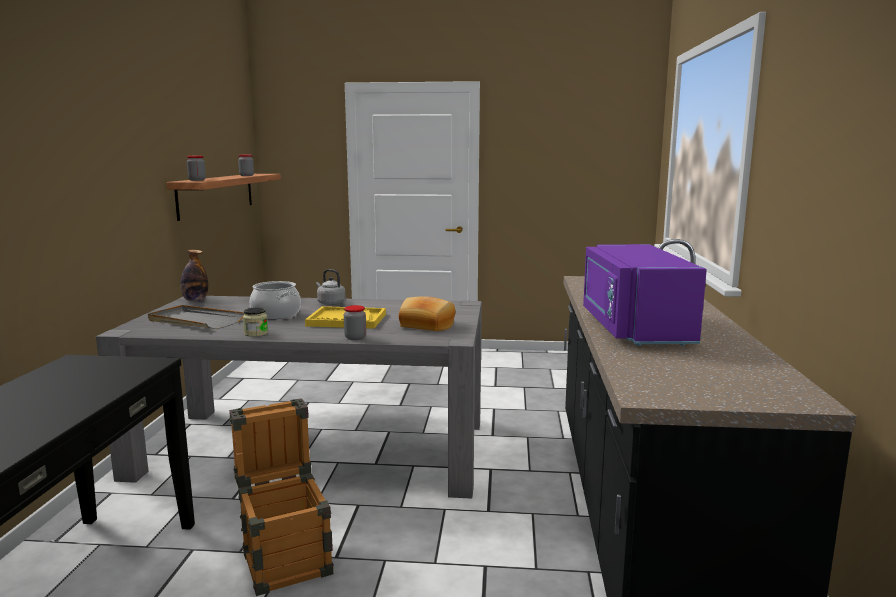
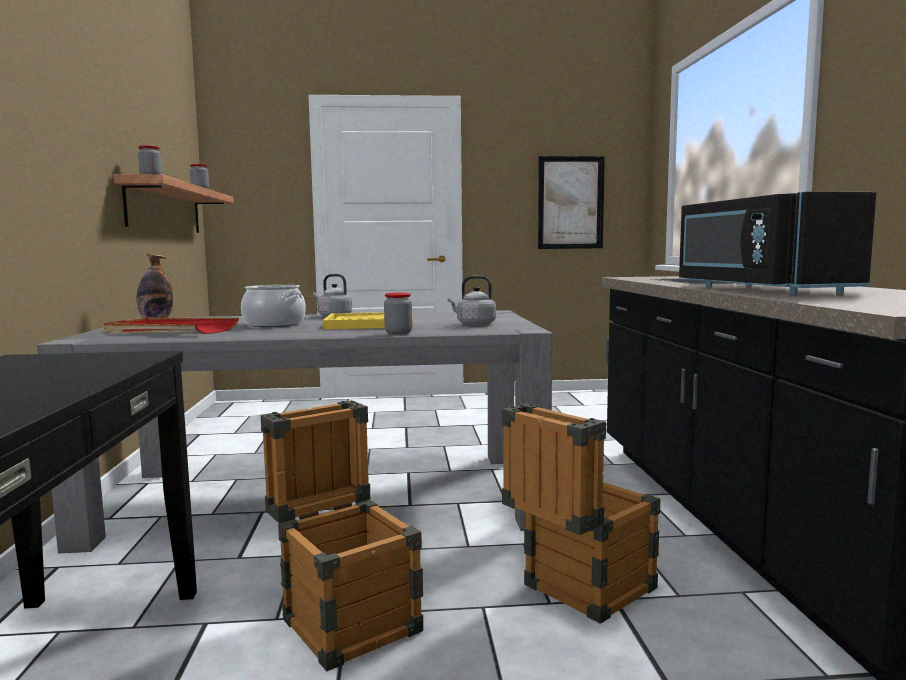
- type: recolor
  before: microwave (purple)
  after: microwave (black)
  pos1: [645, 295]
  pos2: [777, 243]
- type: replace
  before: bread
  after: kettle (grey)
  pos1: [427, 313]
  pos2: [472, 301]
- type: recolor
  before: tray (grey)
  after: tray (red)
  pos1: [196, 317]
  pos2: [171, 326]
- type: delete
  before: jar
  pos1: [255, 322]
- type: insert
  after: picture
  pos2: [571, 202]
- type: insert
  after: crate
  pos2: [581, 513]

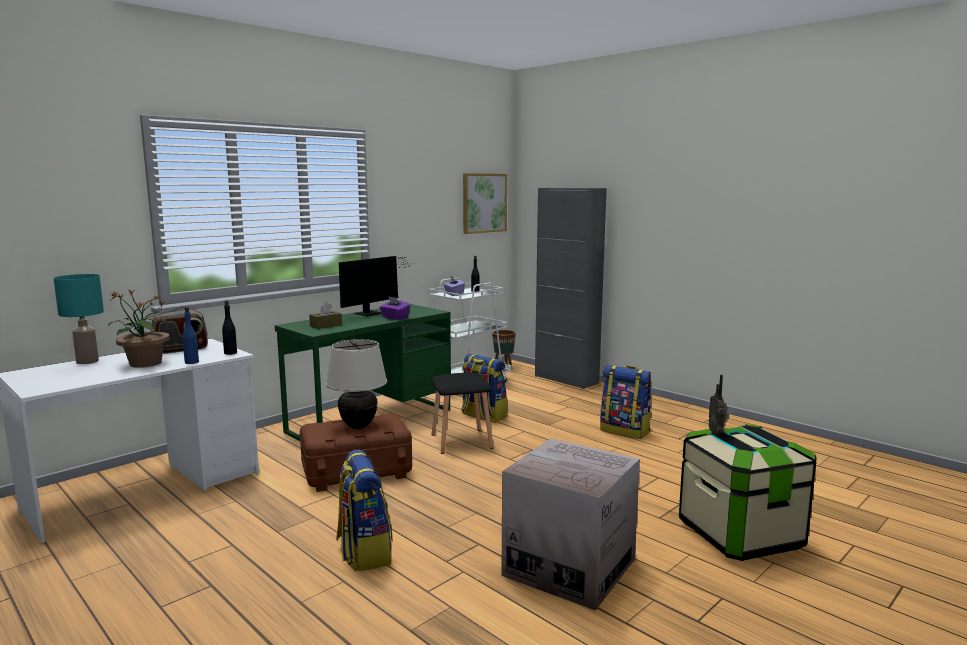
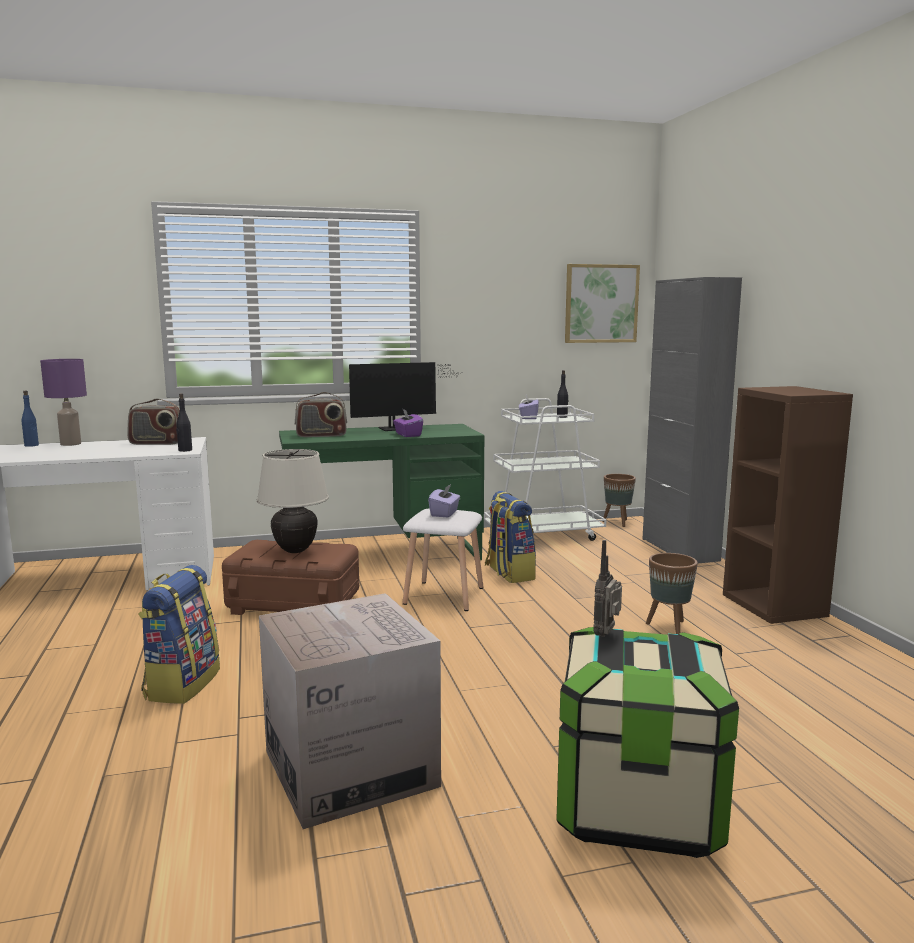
- type: recolor
  before: table lamp (turquoise)
  after: table lamp (purple)
  pos1: [78, 319]
  pos2: [63, 402]
- type: delete
  before: potted plant
  pos1: [139, 328]
- type: replace
  before: tissue box (brown)
  after: radio
  pos1: [325, 315]
  pos2: [321, 414]
- type: move
  before: bottle (blue)
  pos1: [190, 335]
  pos2: [30, 418]
- type: replace
  before: backpack
  after: planter (brown)
  pos1: [626, 402]
  pos2: [672, 593]
- type: recolor
  before: stool (black)
  after: stool (white)
  pos1: [462, 413]
  pos2: [442, 560]
- type: insert
  after: bookcase (brown)
  pos2: [788, 505]
- type: insert
  after: tissue box (purple)
  pos2: [444, 500]

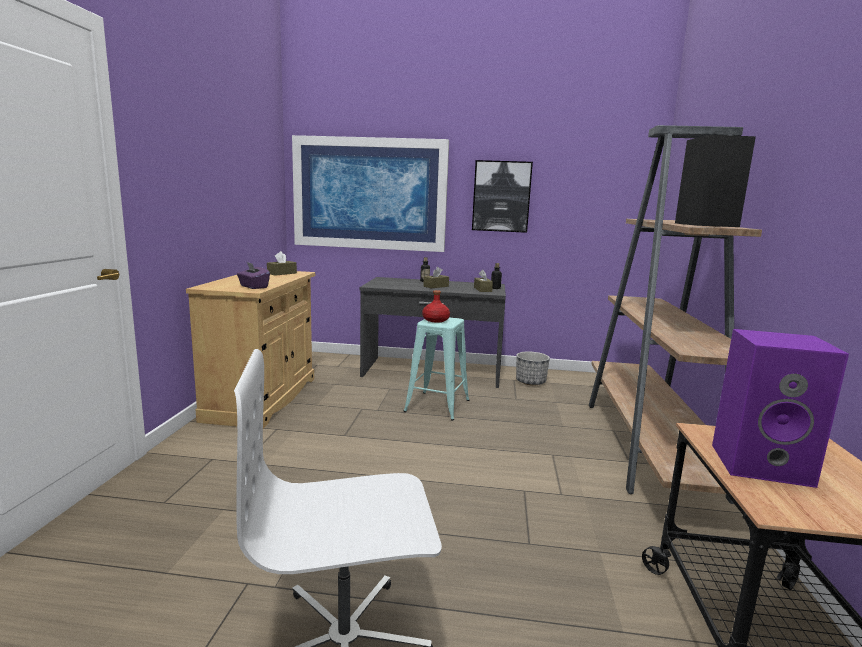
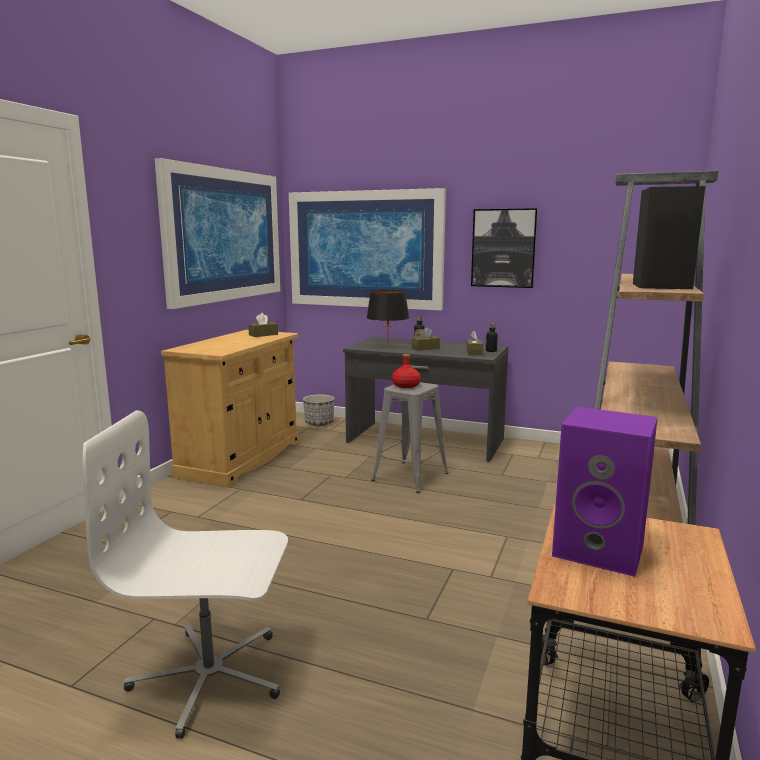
- type: delete
  before: tissue box (purple)
  pos1: [253, 275]
- type: recolor
  before: stool (turquoise)
  after: stool (grey)
  pos1: [436, 369]
  pos2: [409, 437]
- type: move
  before: planter
  pos1: [533, 369]
  pos2: [319, 410]
- type: insert
  after: picture
  pos2: [217, 233]
- type: insert
  after: table lamp (black)
  pos2: [388, 318]

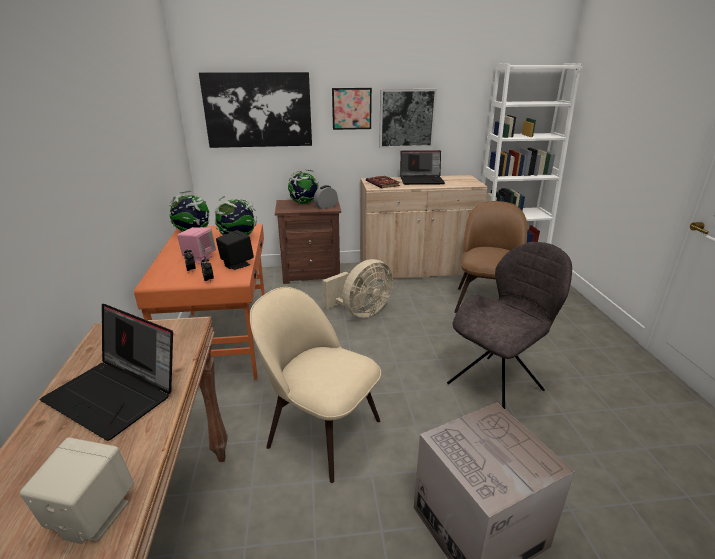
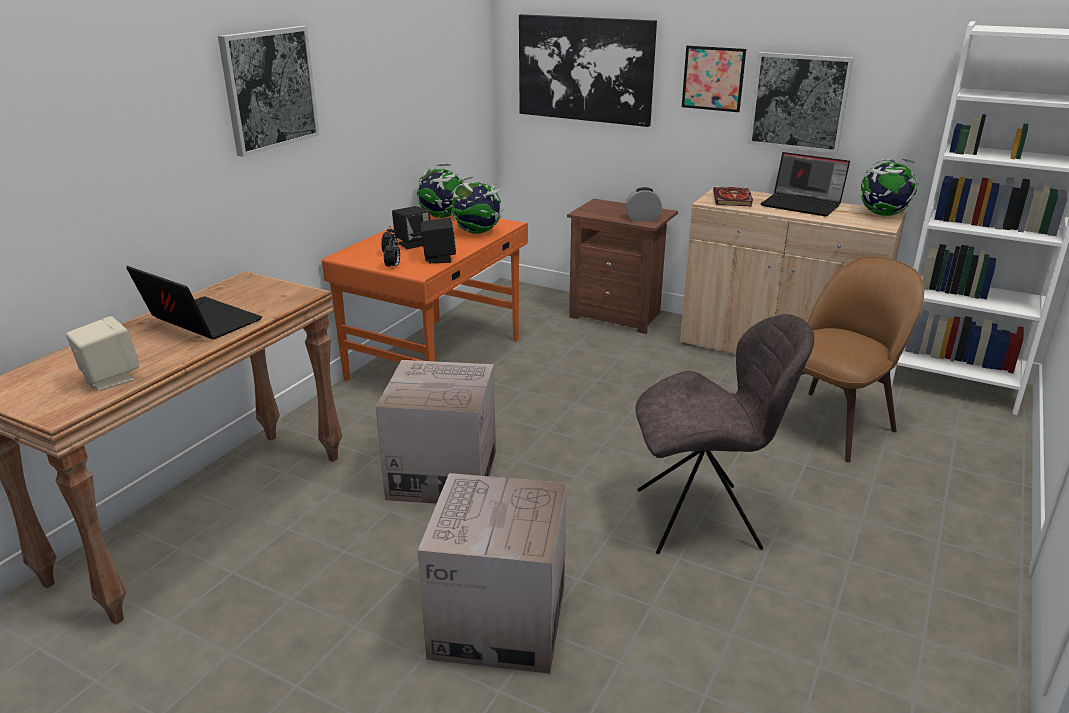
- type: move
  before: globe
  pos1: [303, 186]
  pos2: [889, 187]
- type: recolor
  before: speaker (pink)
  after: speaker (black)
  pos1: [196, 245]
  pos2: [411, 227]
- type: delete
  before: fan (beige)
  pos1: [358, 288]
- type: replace
  before: chair (beige)
  after: cardboard box
  pos1: [315, 385]
  pos2: [436, 432]
- type: rotate
  before: laptop
  pos1: [106, 372]
  pos2: [194, 303]
  turn: 150
- type: insert
  after: picture
  pos2: [269, 91]

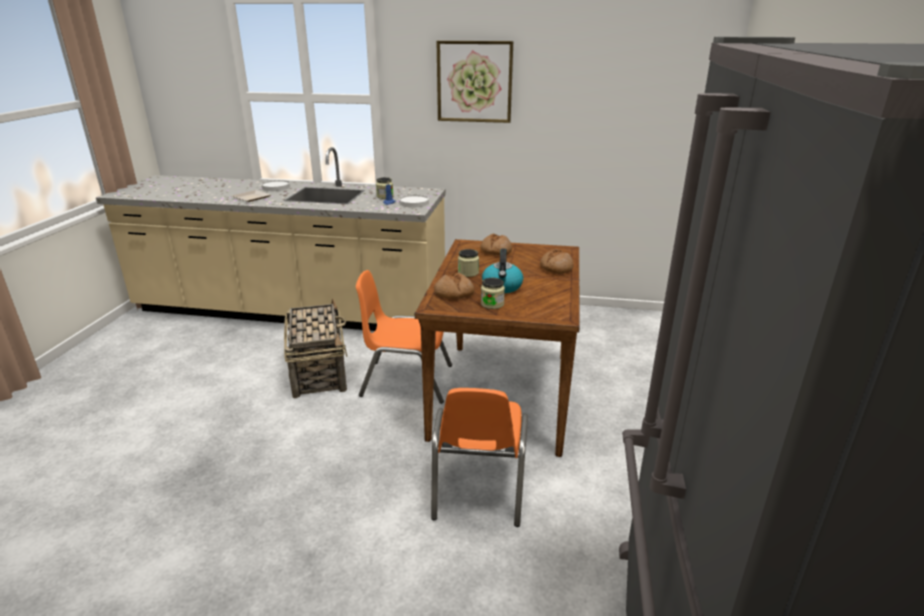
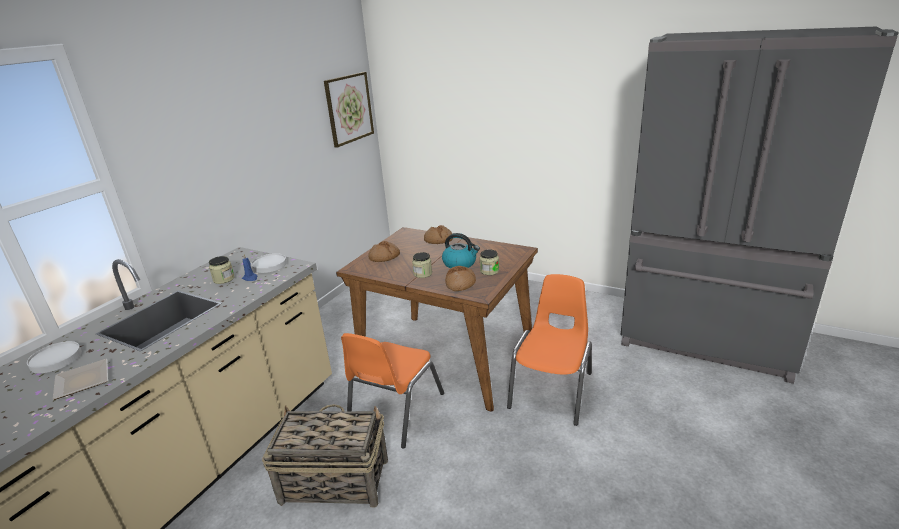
- type: move
  before: picture
  pos1: [474, 82]
  pos2: [349, 110]
- type: rotate
  before: chair (orange)
  pos1: [479, 457]
  pos2: [549, 350]
  turn: -90

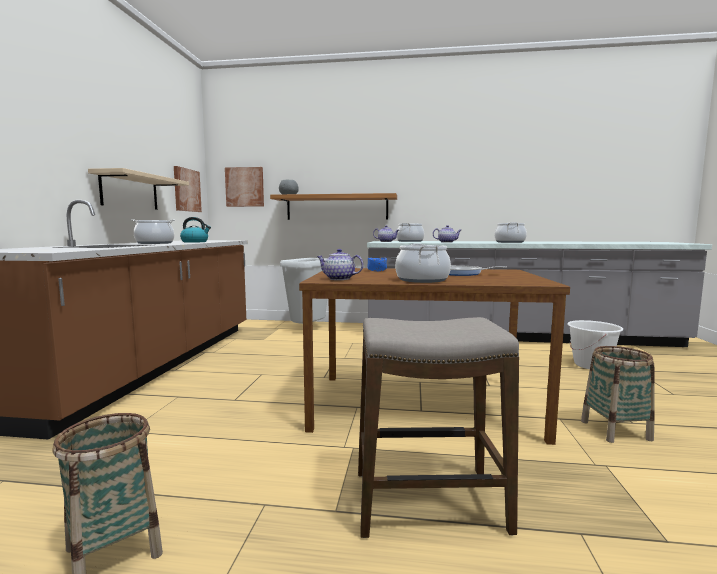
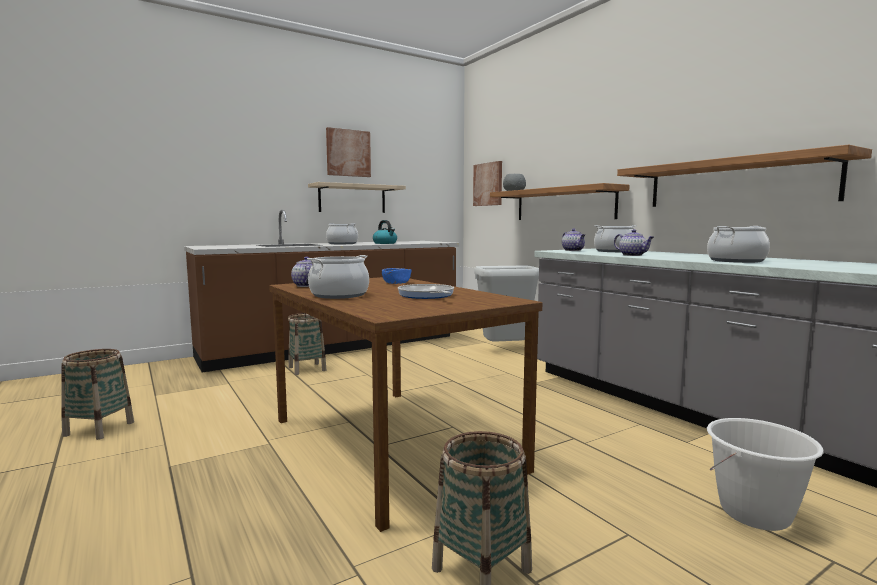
- type: move
  before: picture
  pos1: [188, 189]
  pos2: [348, 152]
- type: delete
  before: stool
  pos1: [438, 427]
- type: insert
  after: shelf
  pos2: [744, 175]
- type: insert
  after: basket
  pos2: [307, 344]

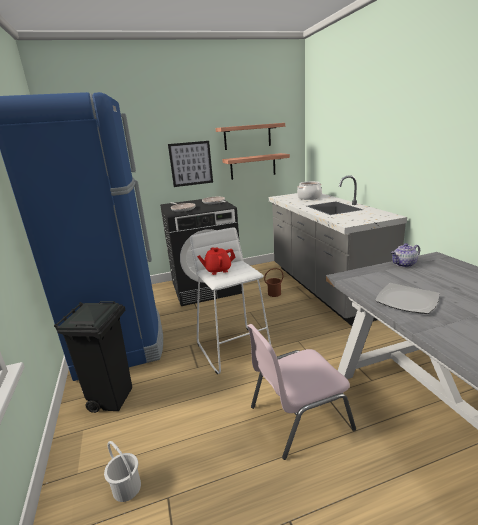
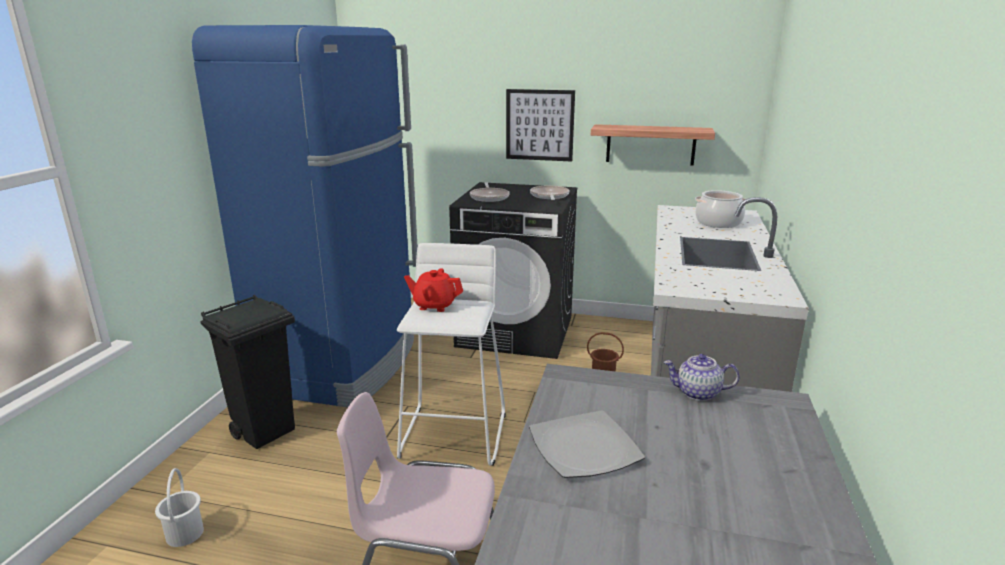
- type: delete
  before: shelf
  pos1: [250, 136]

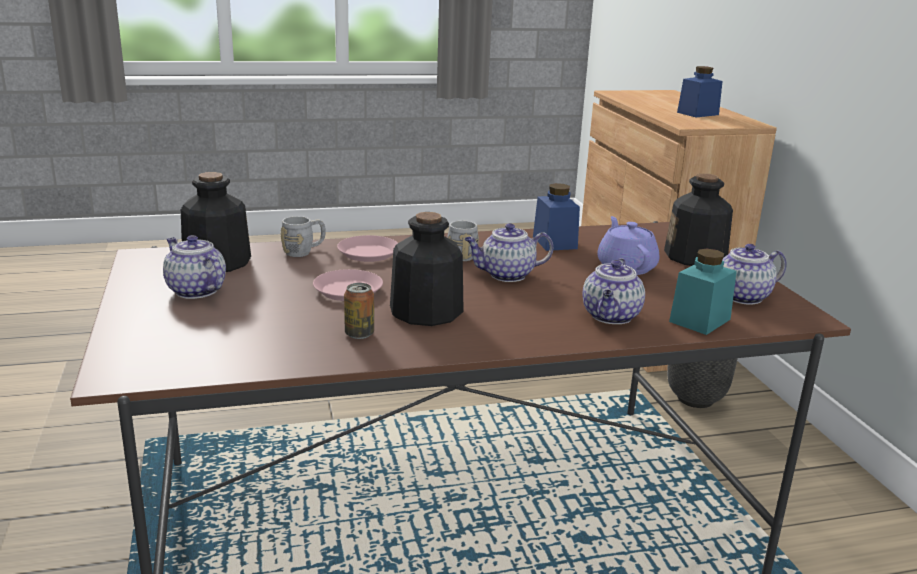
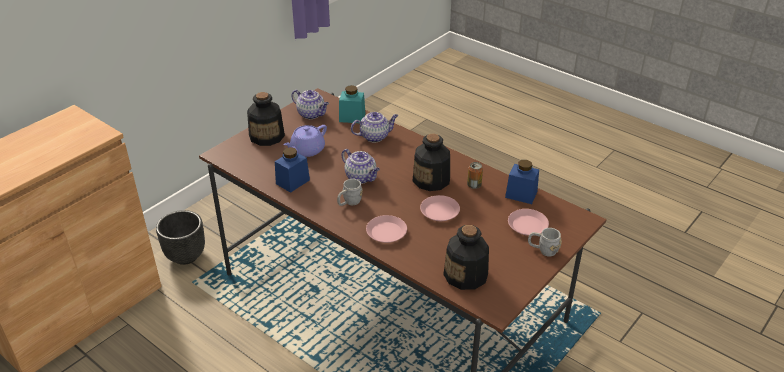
- type: move
  before: jar (blue)
  pos1: [699, 91]
  pos2: [522, 182]
- type: move
  before: mug (grey)
  pos1: [303, 236]
  pos2: [545, 242]
- type: delete
  before: teapot
  pos1: [194, 267]
- type: insert
  after: plate (pink)
  pos2: [528, 222]

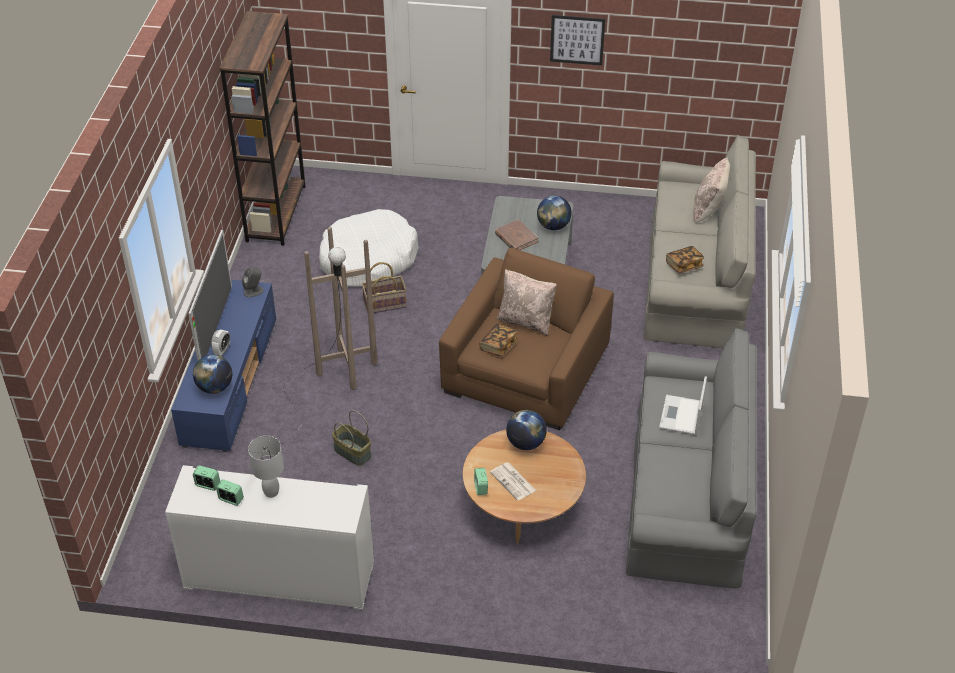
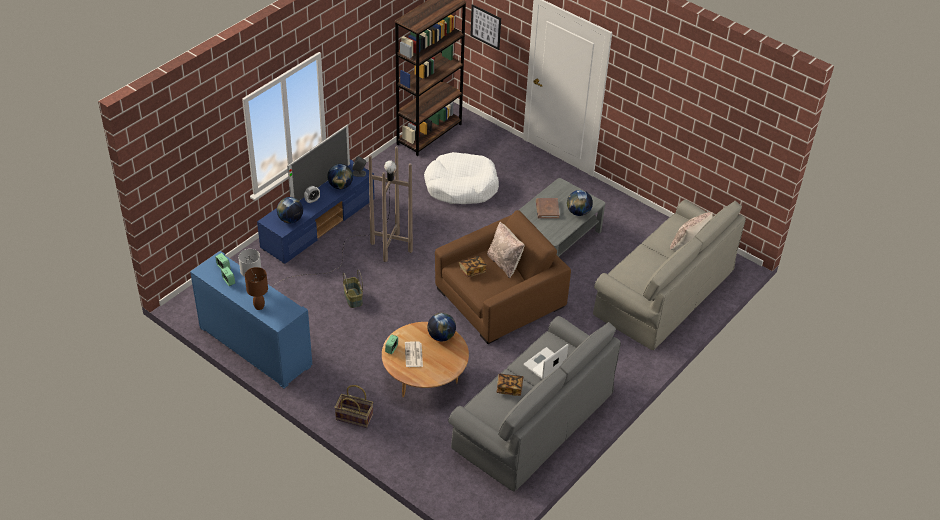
- type: move
  before: picture
  pos1: [577, 40]
  pos2: [485, 27]
- type: move
  before: book
  pos1: [685, 259]
  pos2: [510, 384]
- type: move
  before: basket
  pos1: [384, 287]
  pos2: [353, 406]
- type: recolor
  before: cabinet (white)
  after: cabinet (blue)
  pos1: [269, 537]
  pos2: [251, 319]
- type: insert
  after: globe
  pos2: [340, 176]
- type: insert
  after: table lamp (brown)
  pos2: [256, 288]

